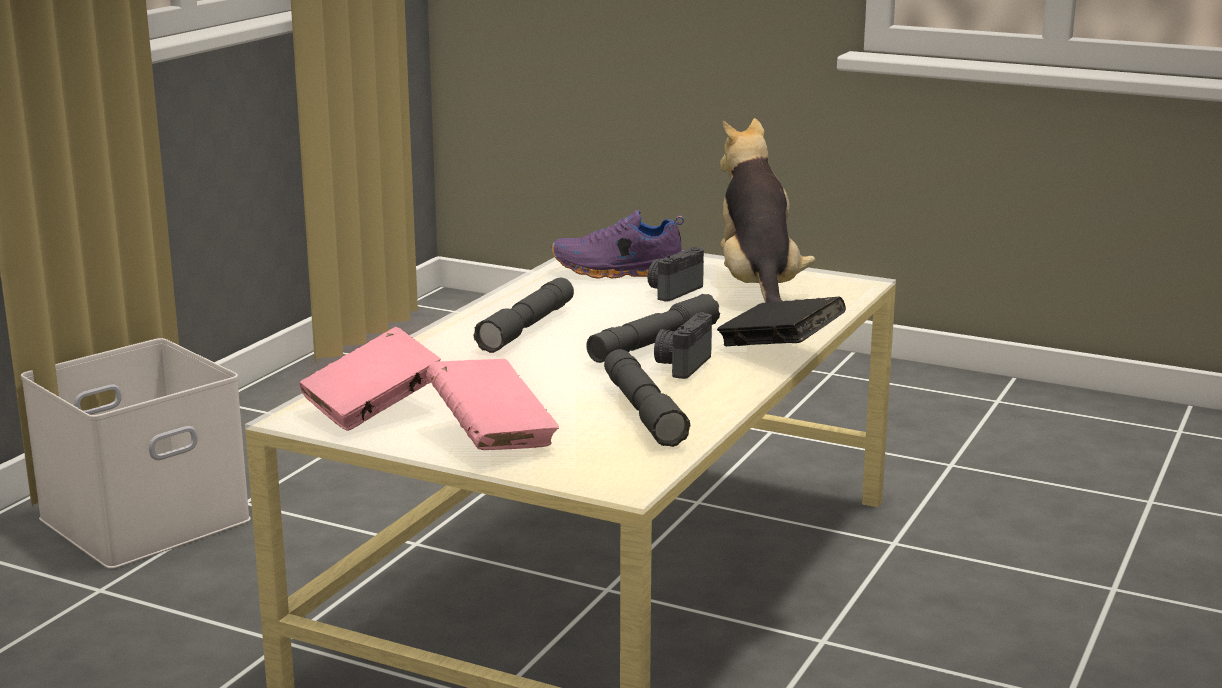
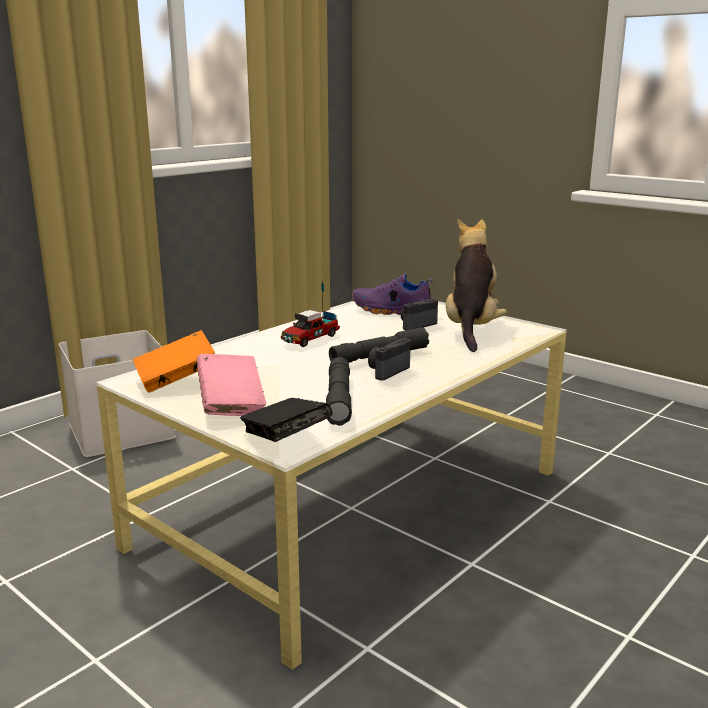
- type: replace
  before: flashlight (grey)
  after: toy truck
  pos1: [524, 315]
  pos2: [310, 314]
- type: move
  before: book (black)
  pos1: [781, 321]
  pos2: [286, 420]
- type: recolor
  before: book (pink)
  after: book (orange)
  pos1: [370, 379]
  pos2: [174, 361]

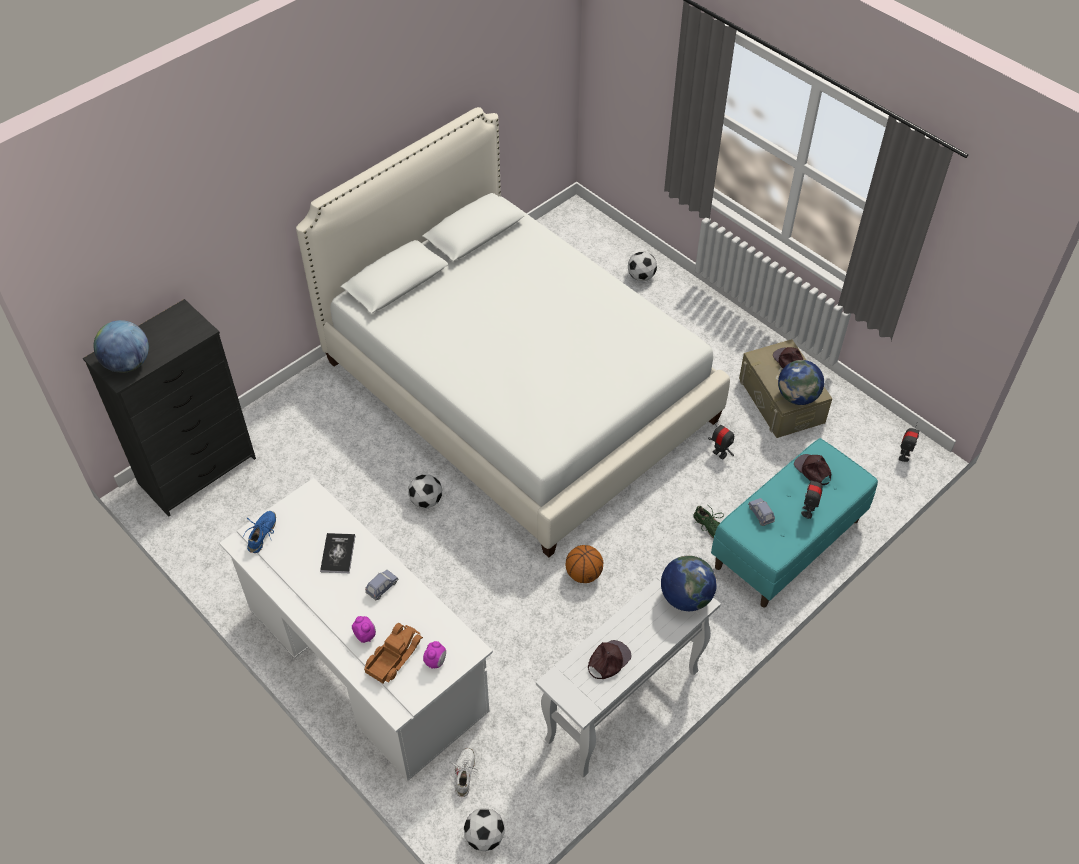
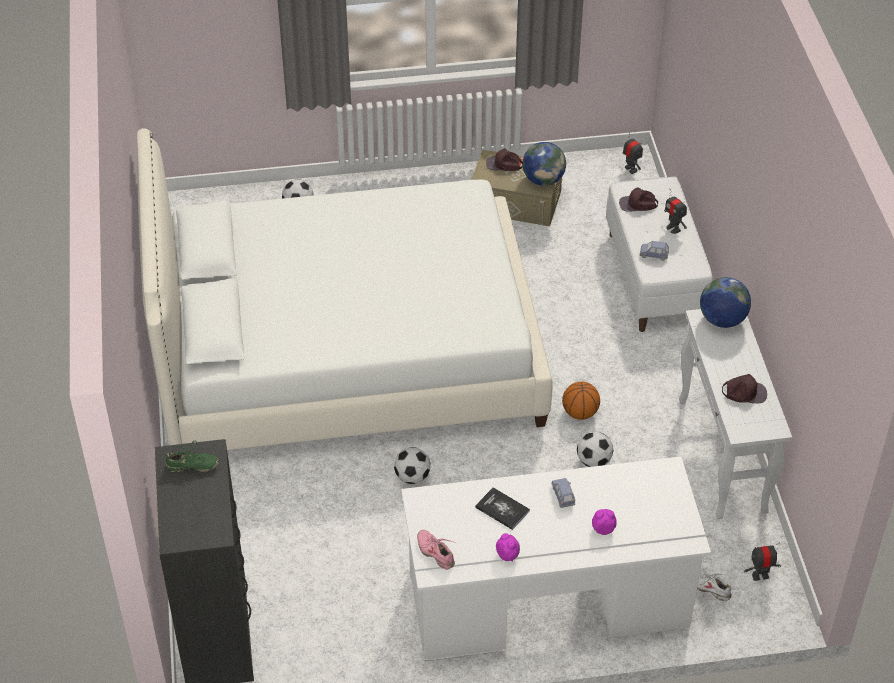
- type: delete
  before: globe
  pos1: [121, 346]
- type: move
  before: toy robot
  pos1: [721, 439]
  pos2: [762, 561]
- type: recolor
  before: bench (turquoise)
  after: bench (white)
  pos1: [794, 523]
  pos2: [659, 254]
- type: move
  before: shoe (green)
  pos1: [709, 522]
  pos2: [192, 456]
- type: recolor
  before: shoe (blue)
  after: shoe (pink)
  pos1: [259, 532]
  pos2: [436, 549]
- type: delete
  before: toy truck
  pos1: [393, 653]
- type: rotate
  before: cap (brown)
  pos1: [610, 659]
  pos2: [744, 388]
  turn: 105
- type: move
  before: alarm clock
  pos1: [434, 655]
  pos2: [508, 547]
- type: move
  before: football
  pos1: [484, 829]
  pos2: [595, 449]

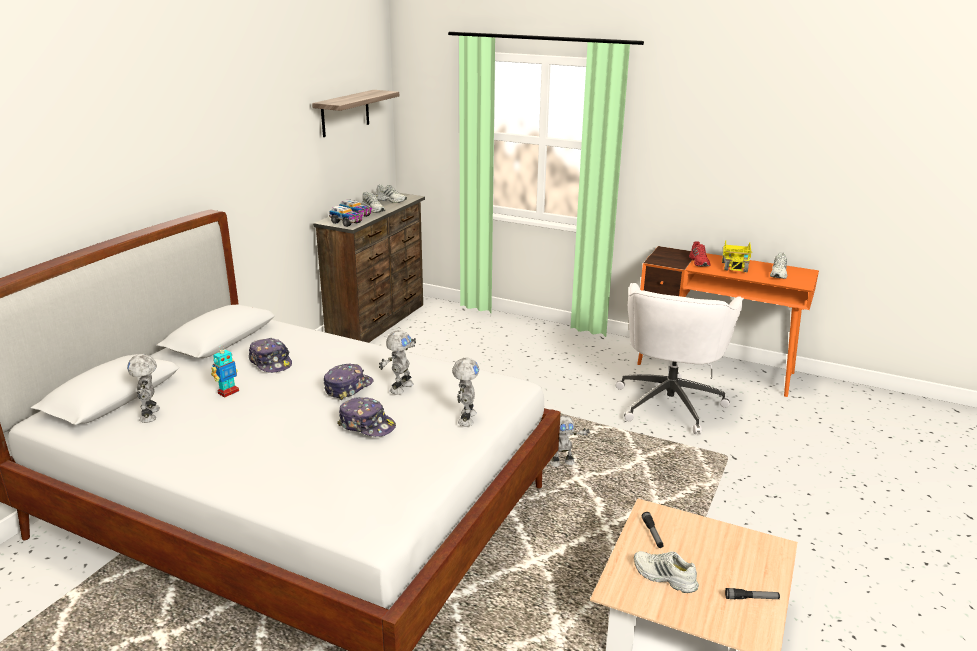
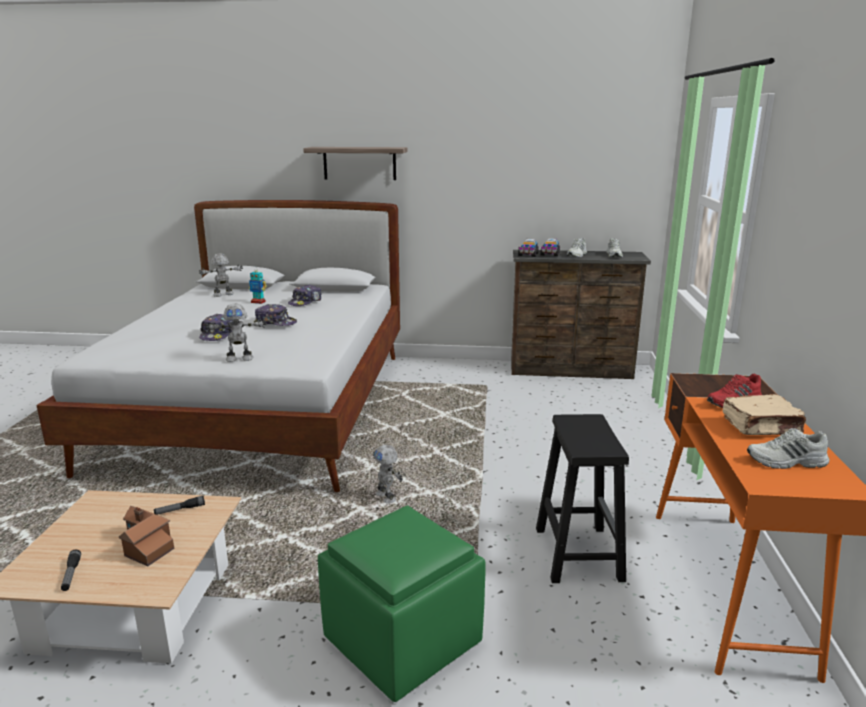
- type: move
  before: shelf
  pos1: [355, 113]
  pos2: [355, 163]
- type: replace
  before: toy truck
  after: book (beige)
  pos1: [737, 256]
  pos2: [764, 414]
- type: replace
  before: office chair (white)
  after: stool (black)
  pos1: [680, 358]
  pos2: [582, 498]
- type: delete
  before: toy robot
  pos1: [397, 362]
- type: delete
  before: shoe (white)
  pos1: [666, 572]
- type: insert
  after: ottoman (green)
  pos2: [402, 603]
- type: insert
  after: toy house
  pos2: [146, 536]

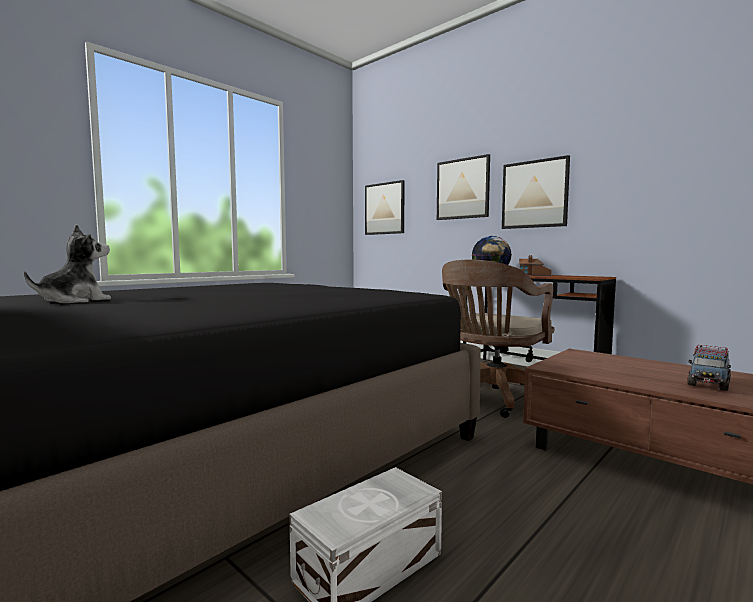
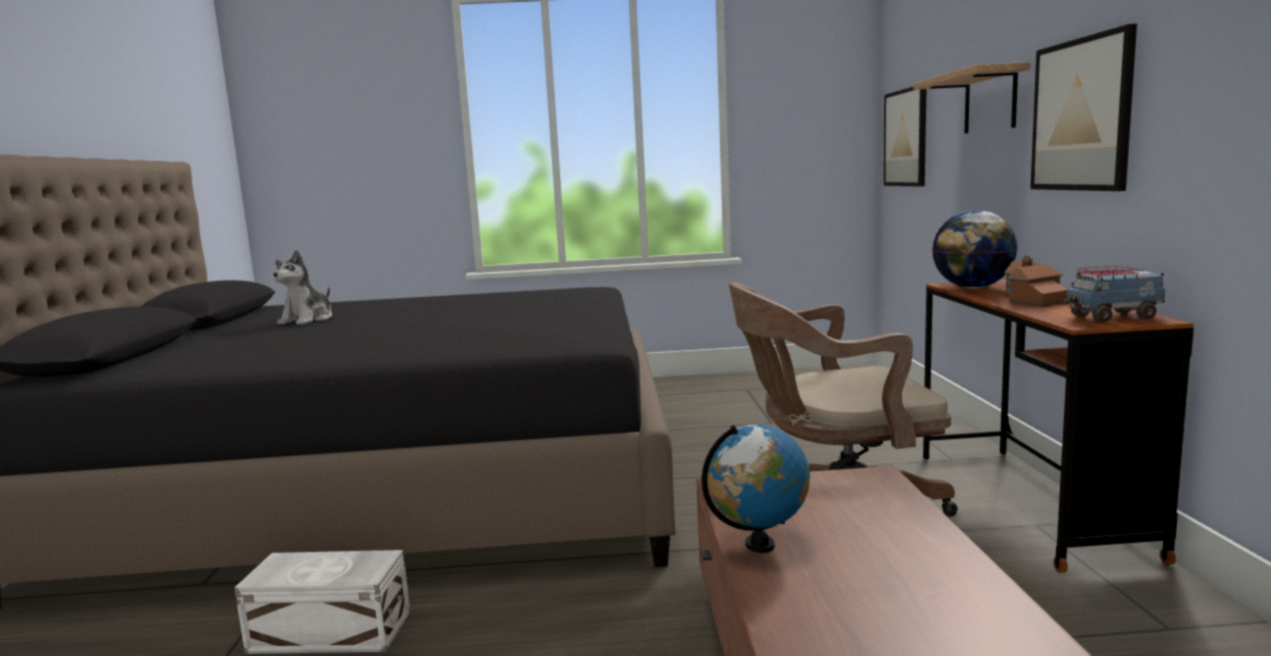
- type: replace
  before: picture
  after: shelf
  pos1: [463, 187]
  pos2: [971, 98]
- type: rotate
  before: plush toy
  pos1: [67, 264]
  pos2: [302, 287]
  turn: 120
- type: move
  before: toy truck
  pos1: [709, 368]
  pos2: [1114, 294]
- type: insert
  after: globe
  pos2: [756, 488]

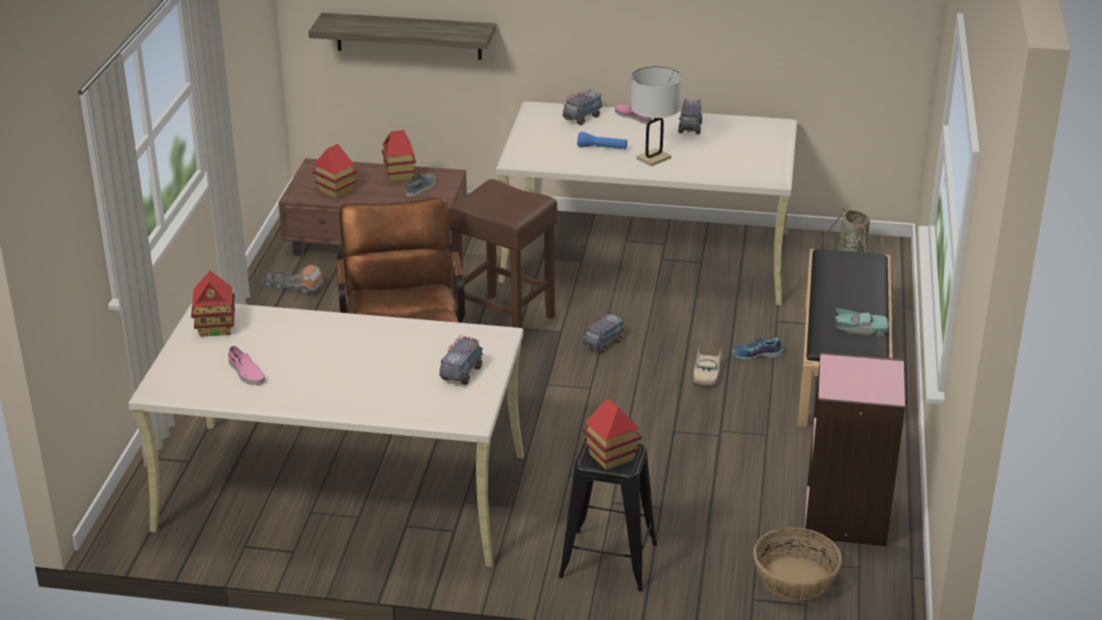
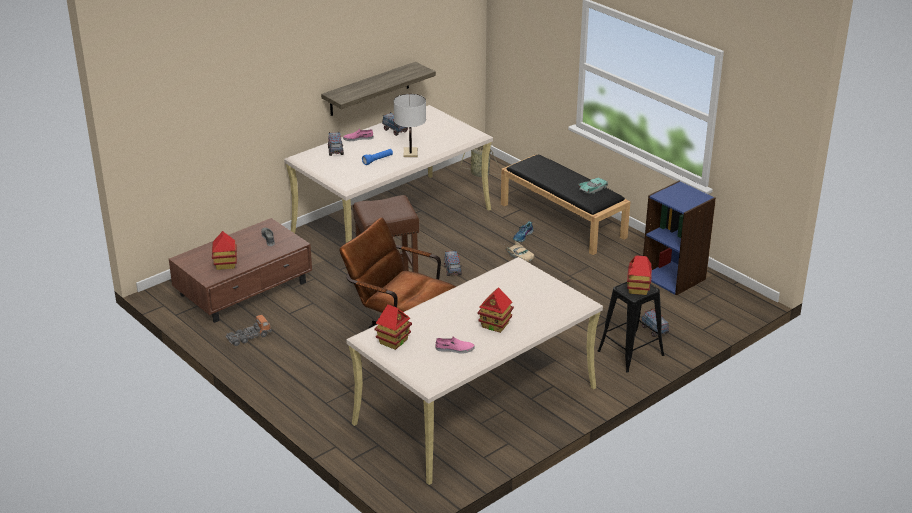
- type: move
  before: shelf
  pos1: [402, 36]
  pos2: [378, 89]
- type: move
  before: toy house
  pos1: [399, 156]
  pos2: [495, 310]
- type: move
  before: toy truck
  pos1: [461, 360]
  pos2: [655, 322]
- type: recolor
  before: bookcase (pink)
  after: bookcase (blue)
  pos1: [855, 449]
  pos2: [679, 238]
- type: delete
  before: basket
  pos1: [797, 564]

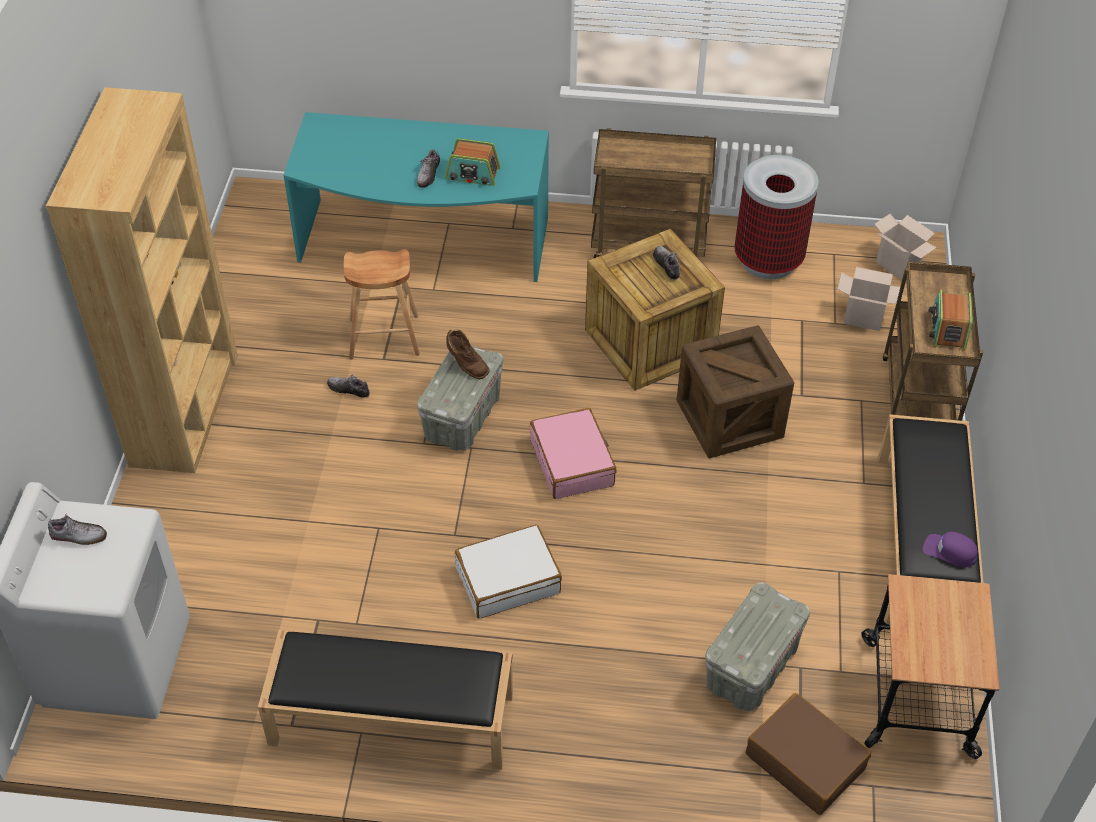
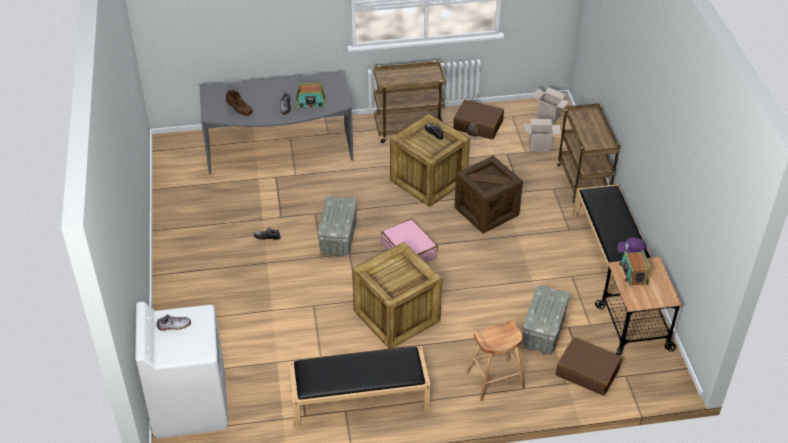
- type: delete
  before: bookcase (brown)
  pos1: [142, 280]
- type: recolor
  before: desk (turquoise)
  after: desk (grey)
  pos1: [416, 197]
  pos2: [276, 123]
- type: replace
  before: trash can
  after: suitcase (brown)
  pos1: [776, 217]
  pos2: [478, 119]
- type: move
  before: stool (brown)
  pos1: [382, 304]
  pos2: [495, 360]
- type: move
  before: radio
  pos1: [951, 320]
  pos2: [634, 268]
- type: move
  before: boot (brown)
  pos1: [467, 354]
  pos2: [239, 103]
- type: replace
  before: suitcase (white)
  after: crate
  pos1: [508, 572]
  pos2: [397, 295]

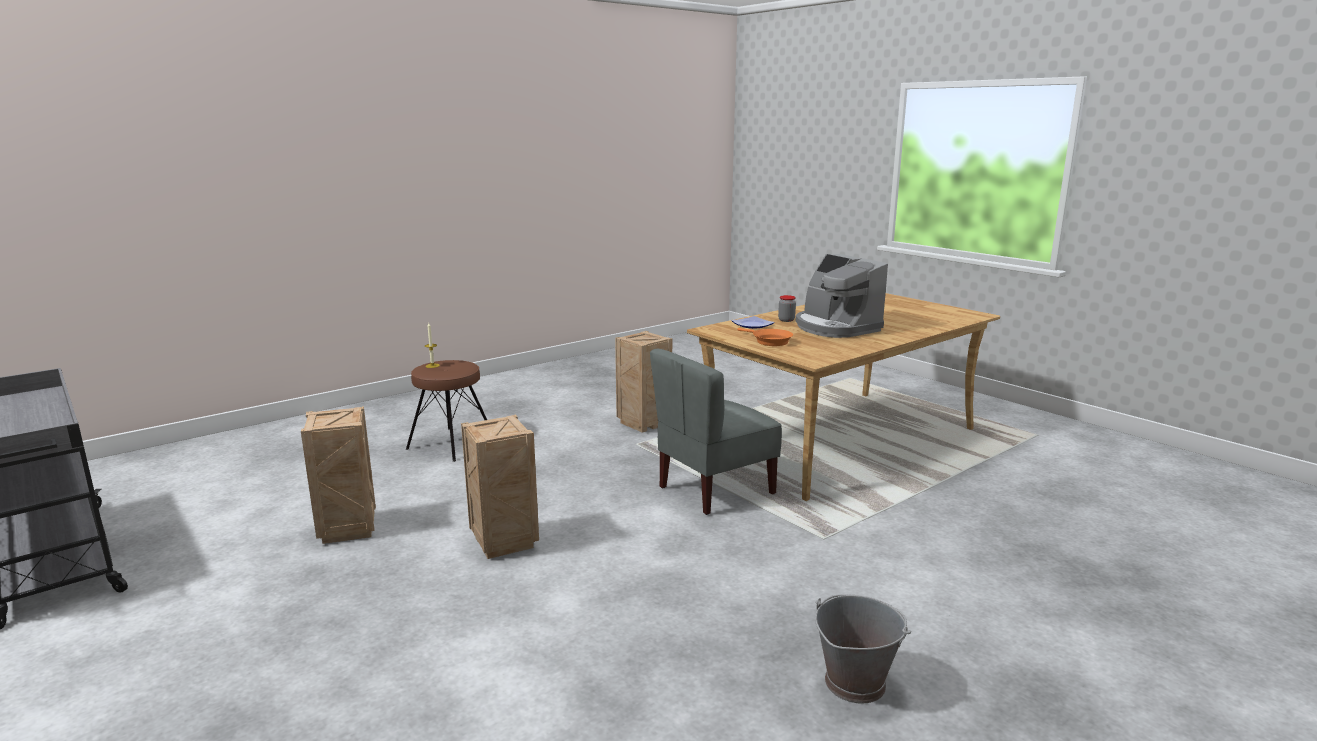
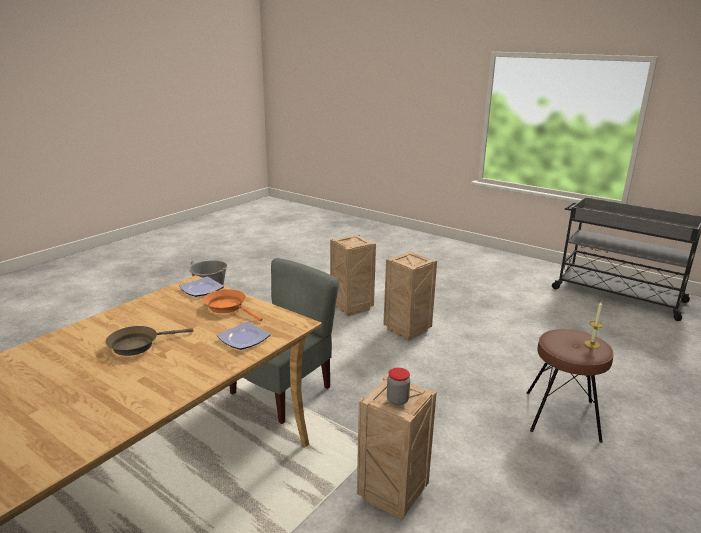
- type: replace
  before: coffee machine
  after: frying pan (brown)
  pos1: [842, 296]
  pos2: [149, 341]
- type: move
  before: jar
  pos1: [787, 308]
  pos2: [398, 387]
- type: move
  before: crate
  pos1: [338, 475]
  pos2: [353, 275]
- type: insert
  after: plate
  pos2: [201, 287]

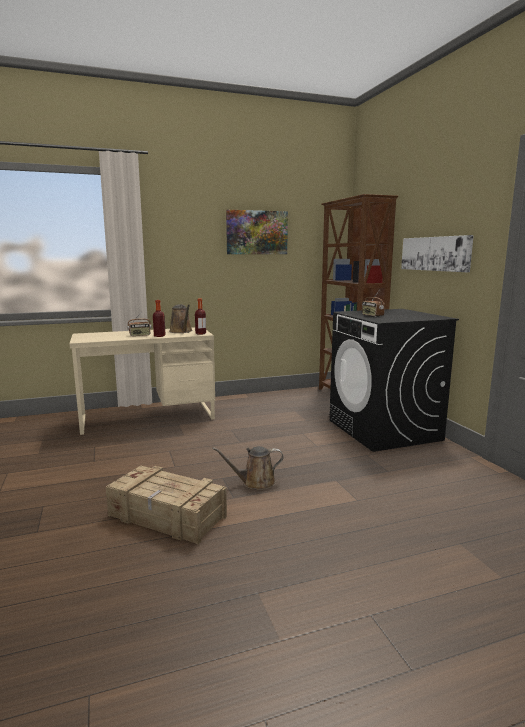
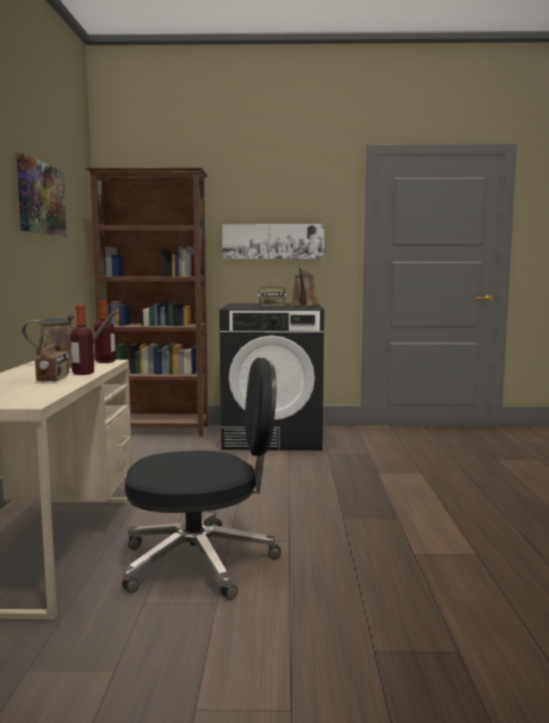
- type: move
  before: watering can (brown)
  pos1: [248, 468]
  pos2: [304, 287]
- type: delete
  before: crate
  pos1: [166, 505]
- type: insert
  after: office chair (black)
  pos2: [201, 479]

